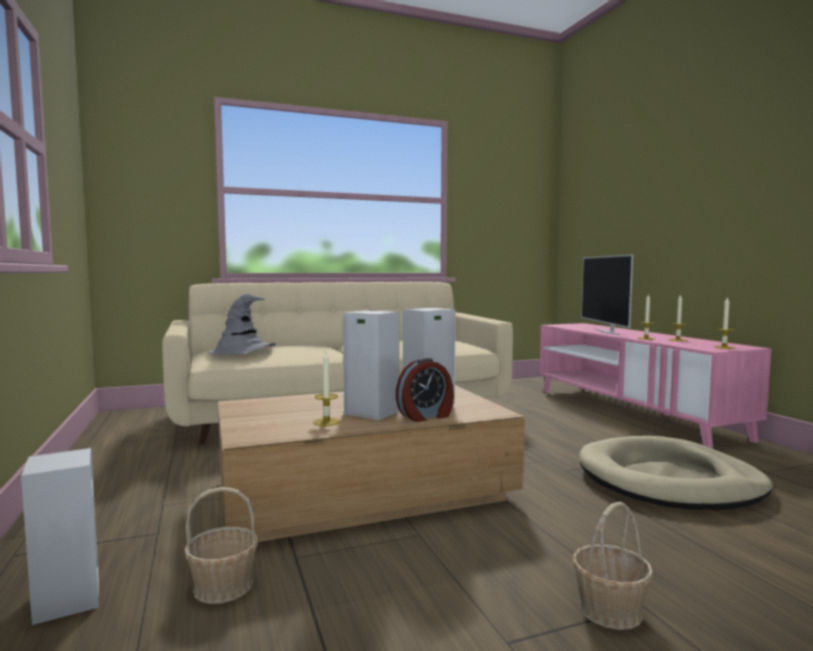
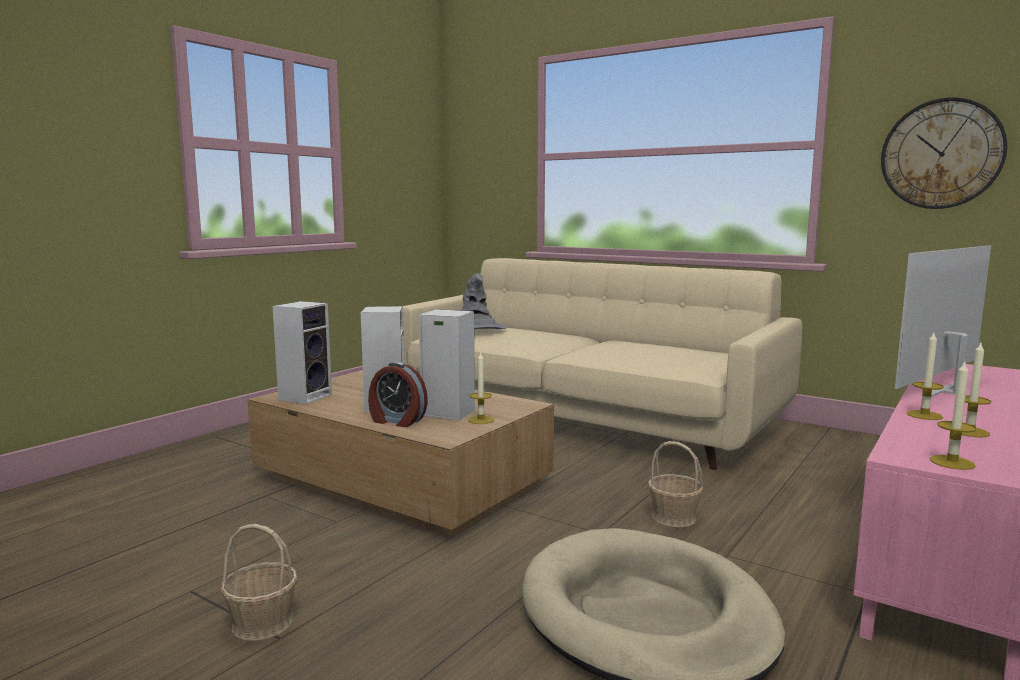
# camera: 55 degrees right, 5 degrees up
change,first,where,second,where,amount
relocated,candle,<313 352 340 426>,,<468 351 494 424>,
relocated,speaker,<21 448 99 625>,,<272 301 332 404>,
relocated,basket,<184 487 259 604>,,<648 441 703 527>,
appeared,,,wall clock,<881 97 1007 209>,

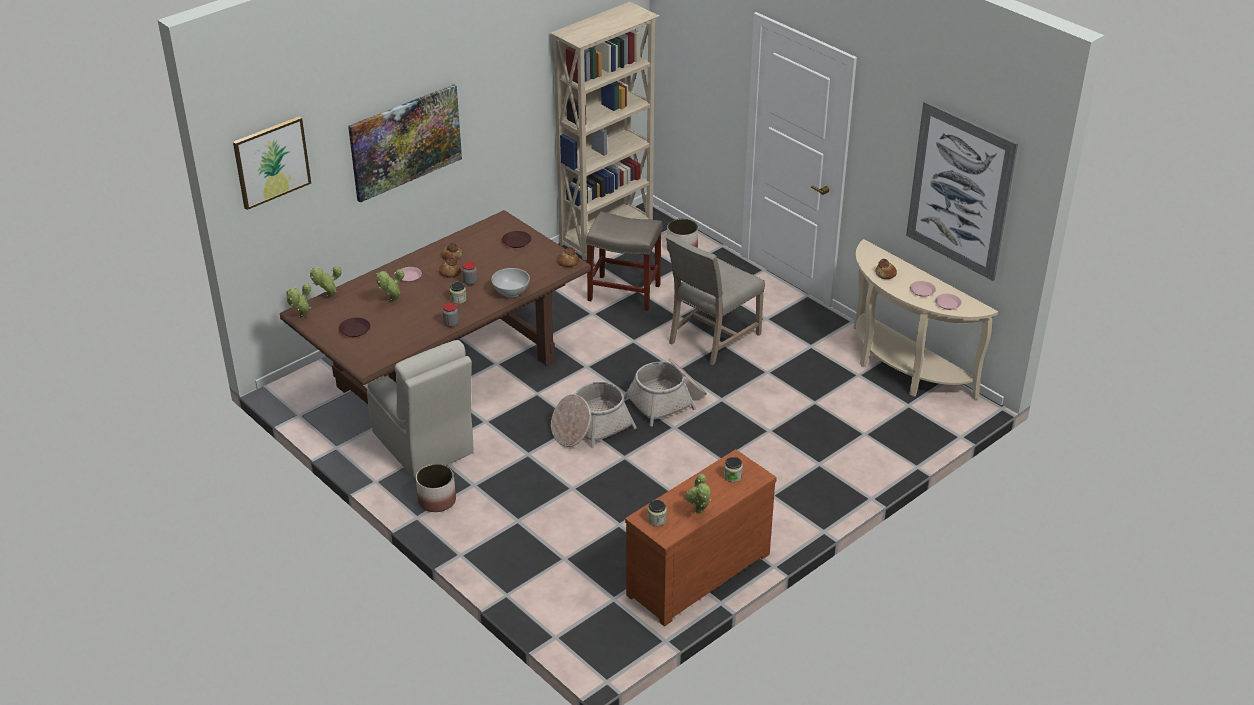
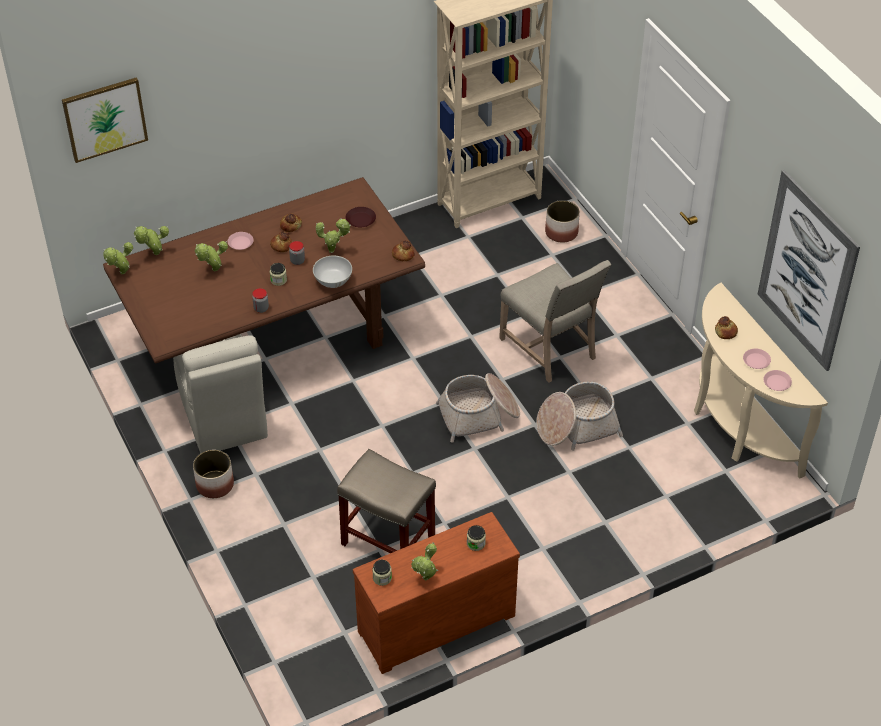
# camera: 15 degrees right, 10 degrees up
change,first,where,second,where,amount
missing,picture,<348 84 462 203>,,,
relocated,beige stool,<586 212 662 311>,,<337 449 436 553>,
spun,beige chair,<666 234 765 365>,,<499 260 611 382>,90 degrees counterclockwise
missing,brown plate,<339 318 371 337>,,,
relocated,basket,<551 382 637 448>,,<536 382 623 451>,
appeared,,,potted plant,<316 218 351 253>,

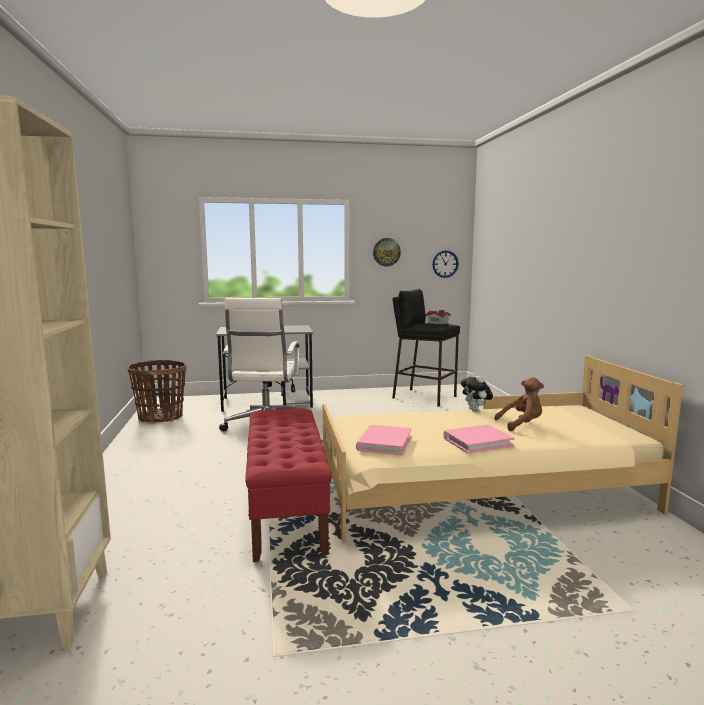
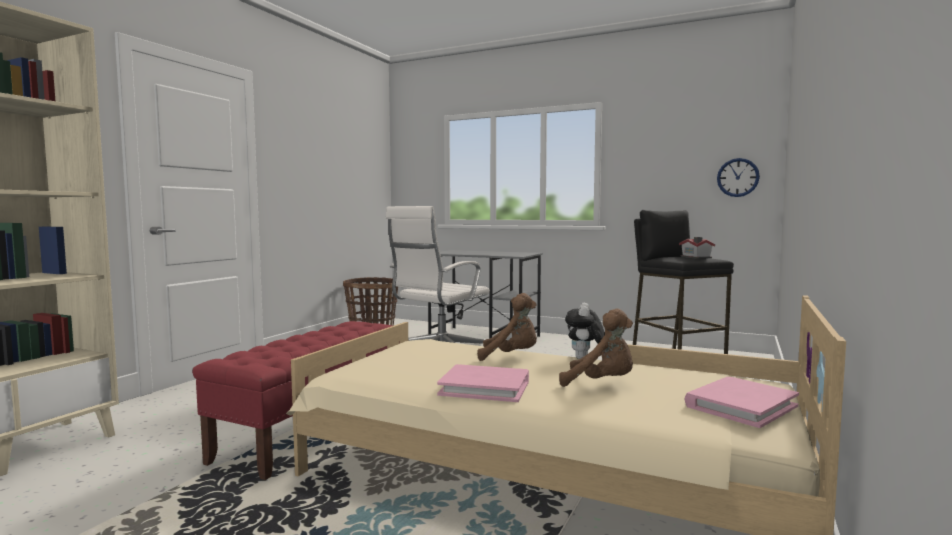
# camera: 35 degrees right, 5 degrees down
change,first,where,second,where,amount
missing,wall clock,<373 238 401 266>,,,
relocated,pink book,<356 425 411 455>,,<685 377 799 428>,
appeared,,,brown plush toy,<477 293 537 361>,

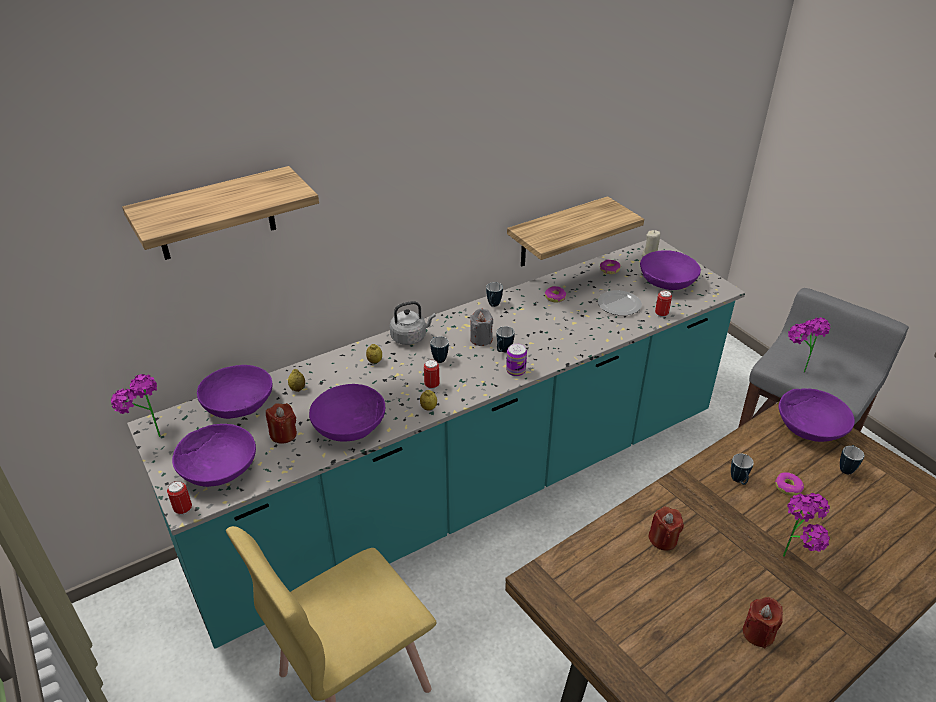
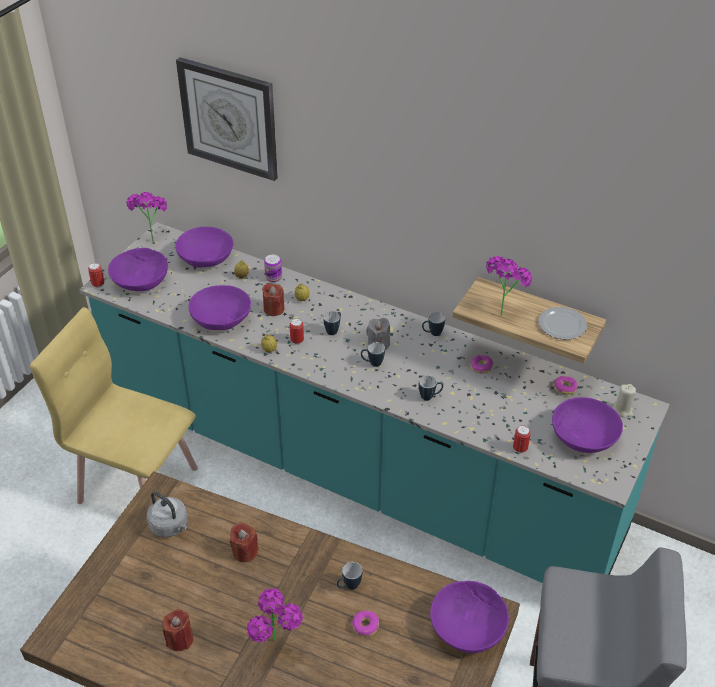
# camera: 60 degrees right, 5 degrees up
change,first,where,second,where,amount
exchanged,shelf,<122 166 319 260>,wall clock,<176 57 278 181>,
relocated,plate,<598 290 642 316>,,<538 307 587 339>,
relocated,grey kettle,<390 301 436 345>,,<147 491 188 537>,
relocated,potted plant,<788 317 831 372>,,<486 256 532 316>,
relocated,can,<506 344 527 377>,,<264 254 282 282>,
relocated,red candle,<266 403 297 444>,,<262 283 284 316>,
relocated,mug,<840 445 864 474>,,<419 375 443 401>,

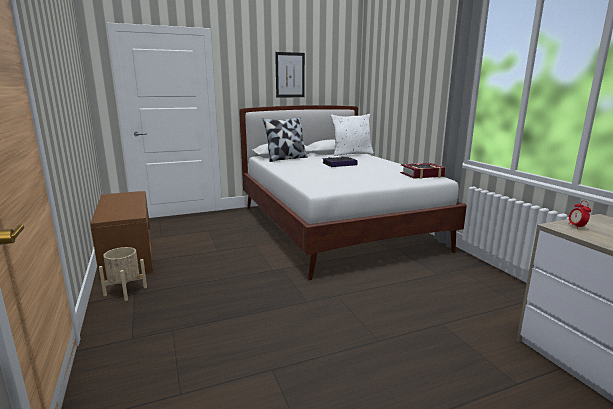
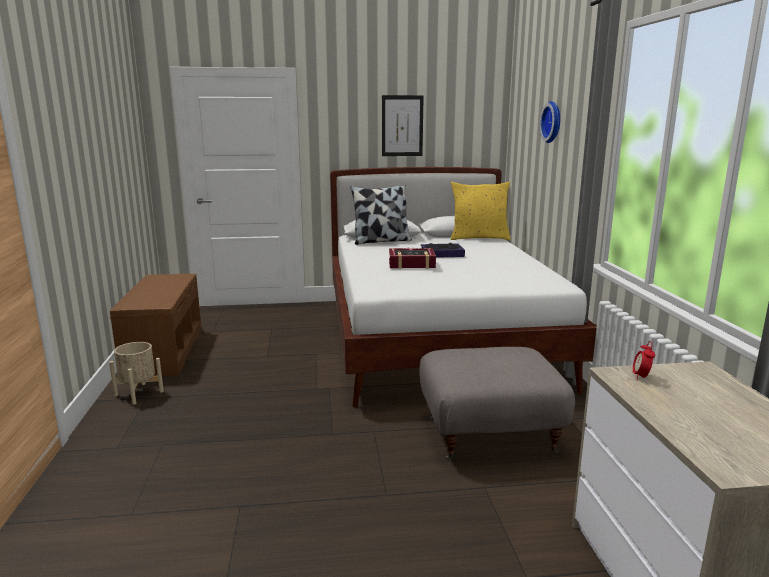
# camera: 15 degrees right, 0 degrees up
change,first,where,second,where,amount
colour,white pillow,<331 114 374 156>,yellow pillow,<451 182 511 240>,
relocated,book,<400 163 446 179>,,<389 248 436 269>,
appeared,,,wall clock,<540 101 560 143>,
appeared,,,grey ottoman,<419 347 575 460>,

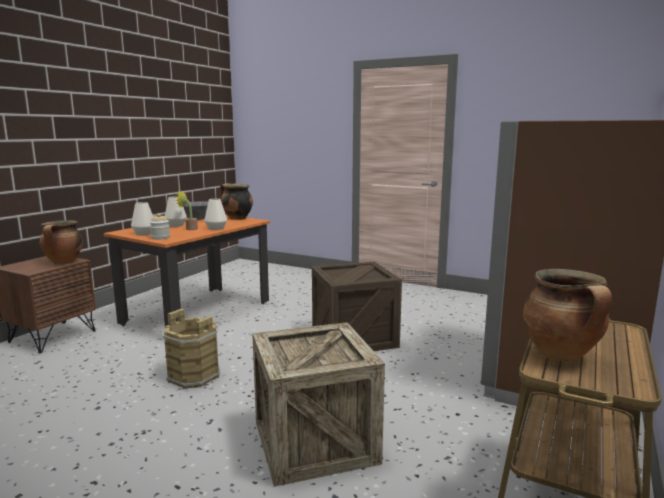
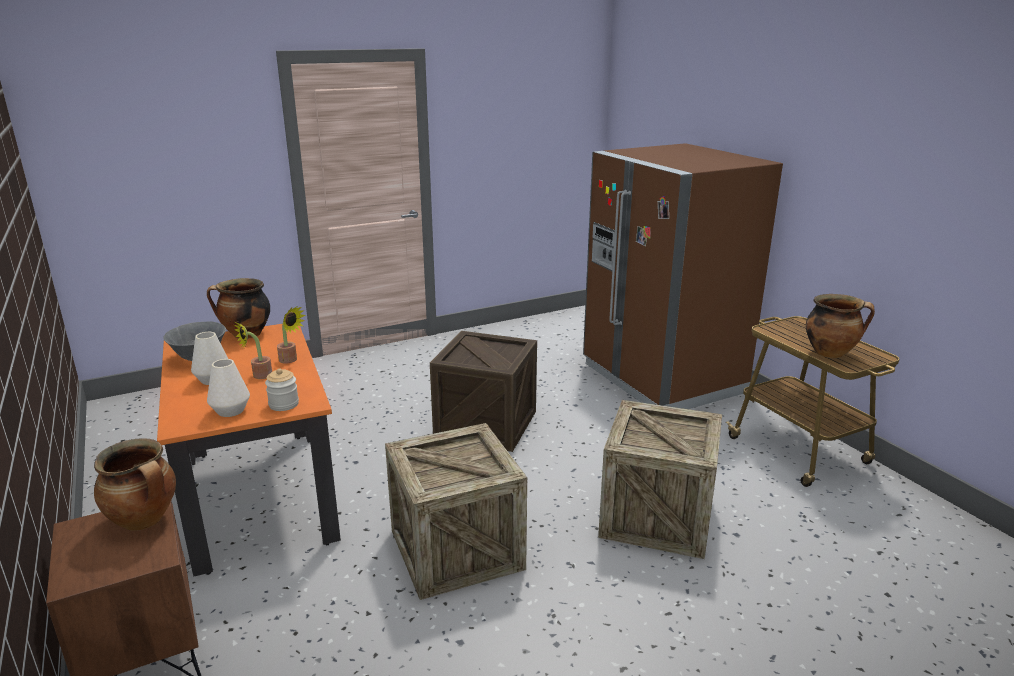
# camera: 55 degrees left, 10 degrees up
change,first,where,second,where,amount
exchanged,white vase,<204 199 227 230>,potted plant,<277 307 306 364>,
exchanged,brown bucket,<163 309 220 389>,crate,<385 423 527 600>,

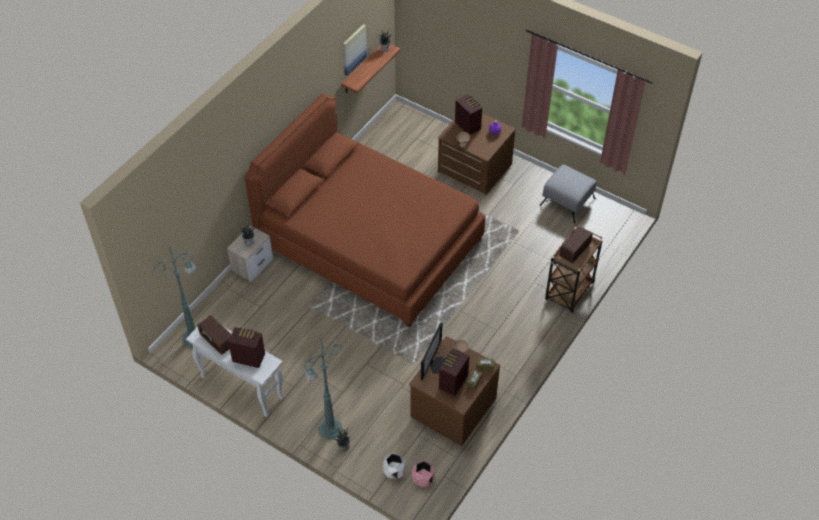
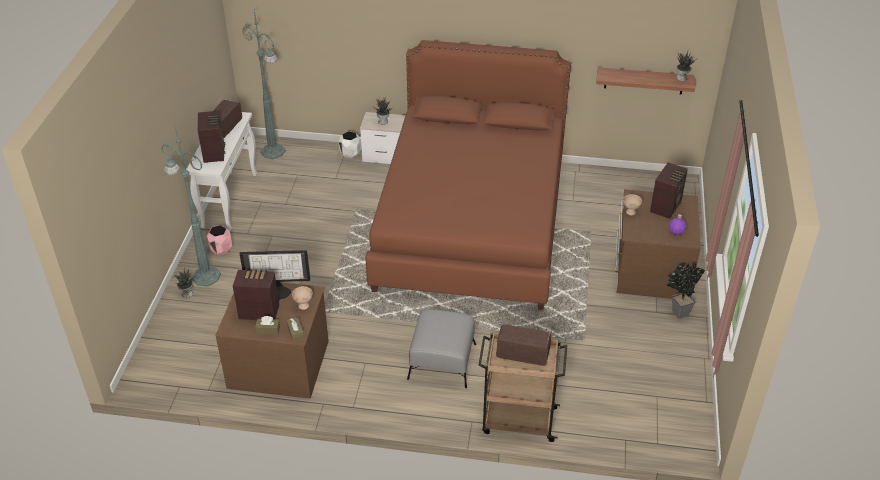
# camera: 65 degrees right, 10 degrees down
change,first,where,second,where,amount
missing,picture,<343 24 367 76>,,,
relocated,grey ottoman,<540 164 597 223>,,<407 309 476 388>,
relocated,white planter,<383 453 406 479>,,<339 131 361 158>,
relocated,pink planter,<412 461 435 487>,,<207 225 232 255>,
appeared,,,potted plant,<667 263 705 318>,

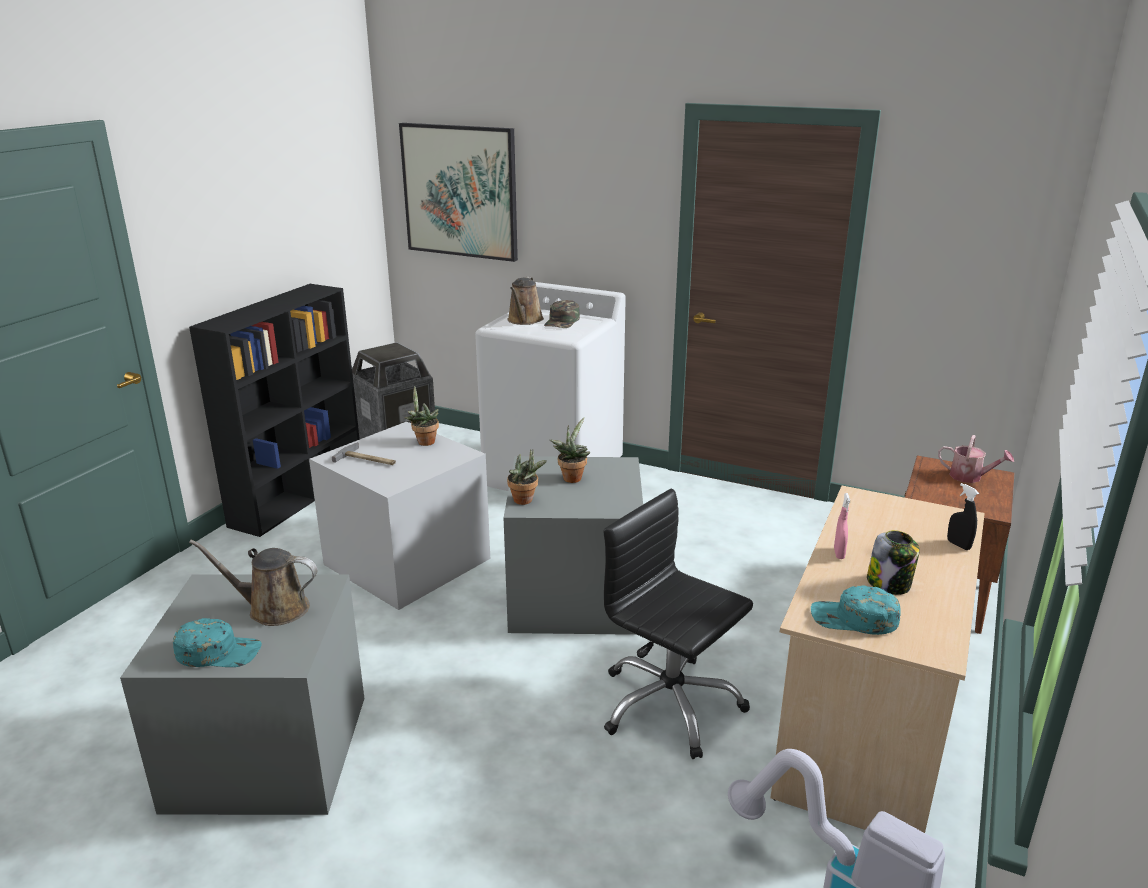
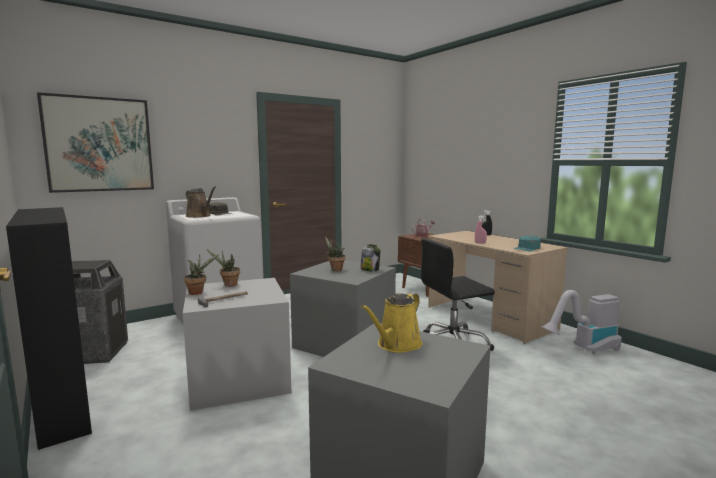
# camera: 60 degrees left, 15 degrees down
change,first,where,second,where,amount
relocated,potted plant,<507 449 547 505>,,<184 254 219 295>,
relocated,jar,<867 530 920 595>,,<360 244 381 271>,
colour,brown watering can,<189 540 318 626>,yellow watering can,<361 293 422 353>,
missing,turquoise cap,<173 618 262 667>,,,

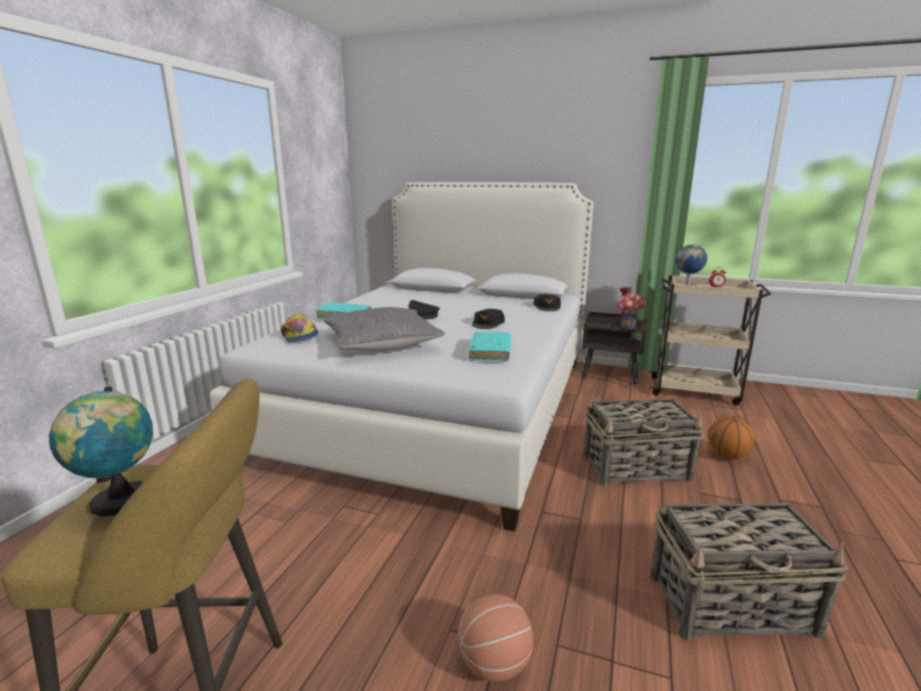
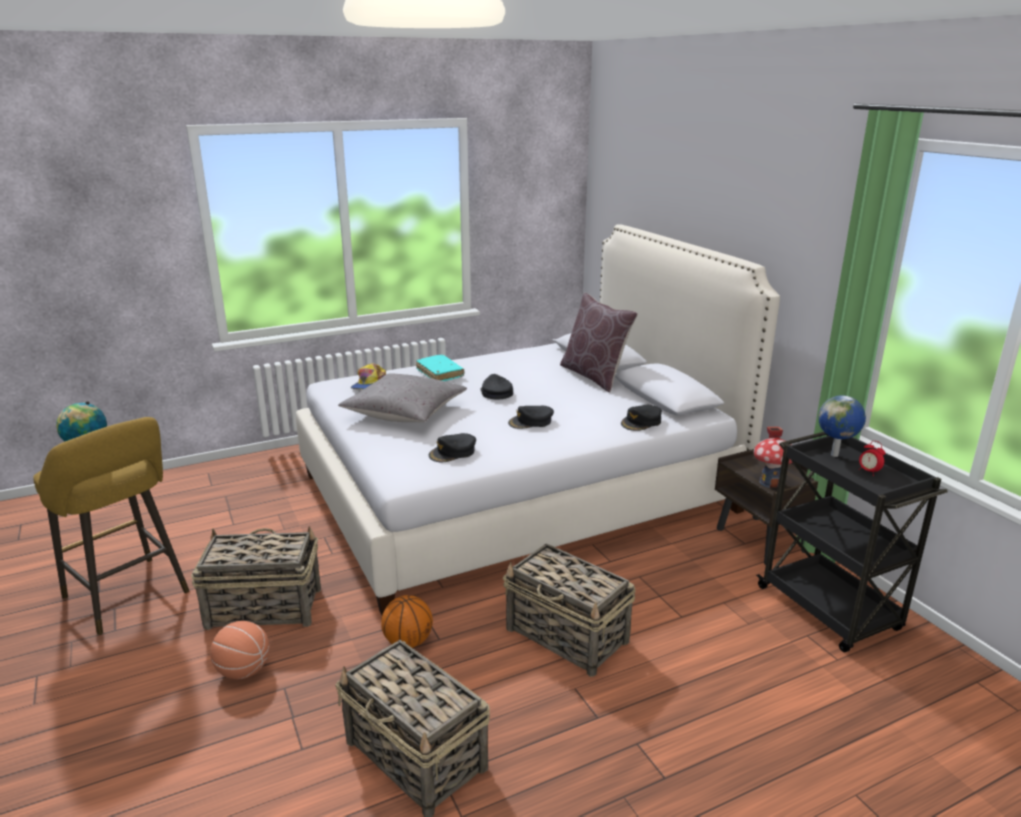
# camera: 45 degrees right, 5 degrees up
change,first,where,second,where,amount
colour,beige cart,<649 275 771 405>,black cart,<756 432 948 652>,
exchanged,turquoise book,<468 332 511 361>,black cap,<429 433 476 462>,
relocated,basketball,<708 417 755 459>,,<381 595 433 648>,
appeared,,,brown pillow,<560 293 638 392>,
appeared,,,basket,<191 526 321 630>,

